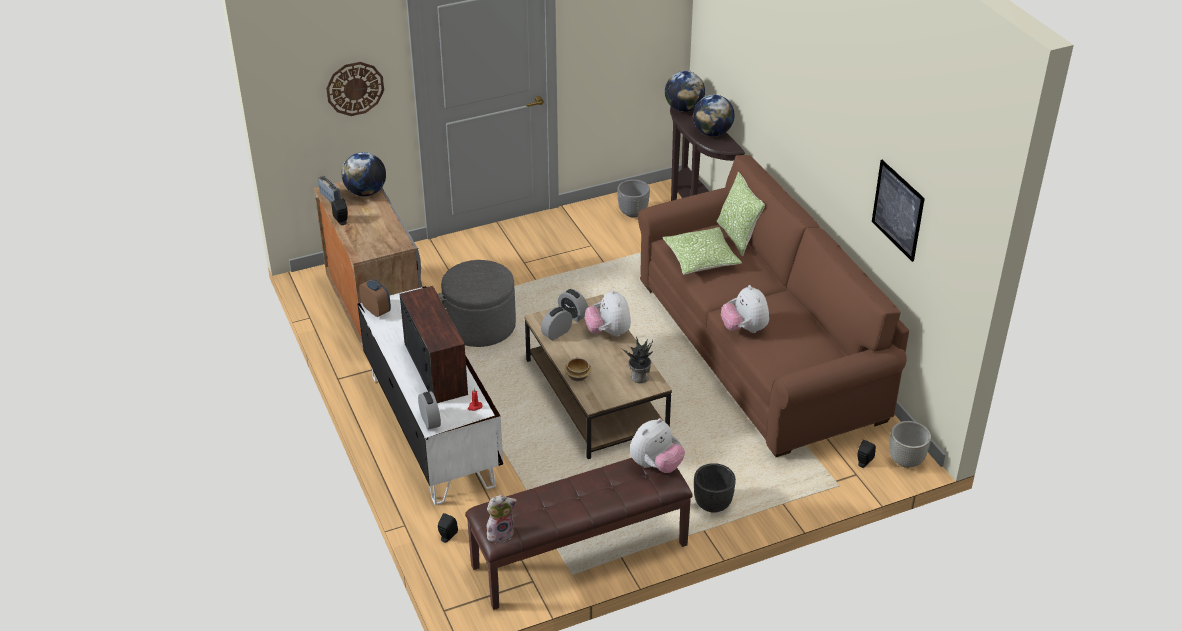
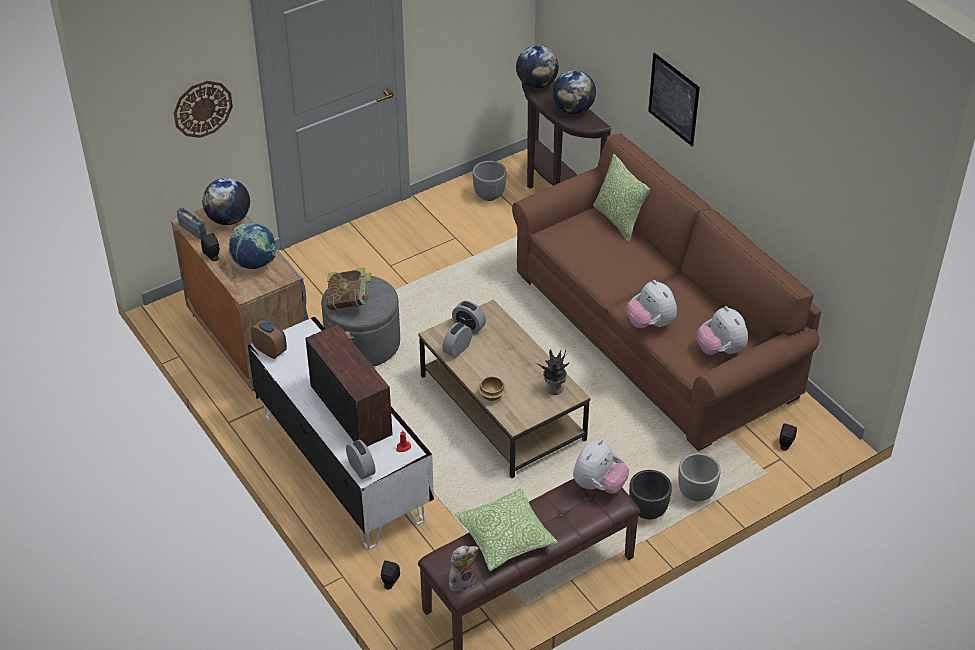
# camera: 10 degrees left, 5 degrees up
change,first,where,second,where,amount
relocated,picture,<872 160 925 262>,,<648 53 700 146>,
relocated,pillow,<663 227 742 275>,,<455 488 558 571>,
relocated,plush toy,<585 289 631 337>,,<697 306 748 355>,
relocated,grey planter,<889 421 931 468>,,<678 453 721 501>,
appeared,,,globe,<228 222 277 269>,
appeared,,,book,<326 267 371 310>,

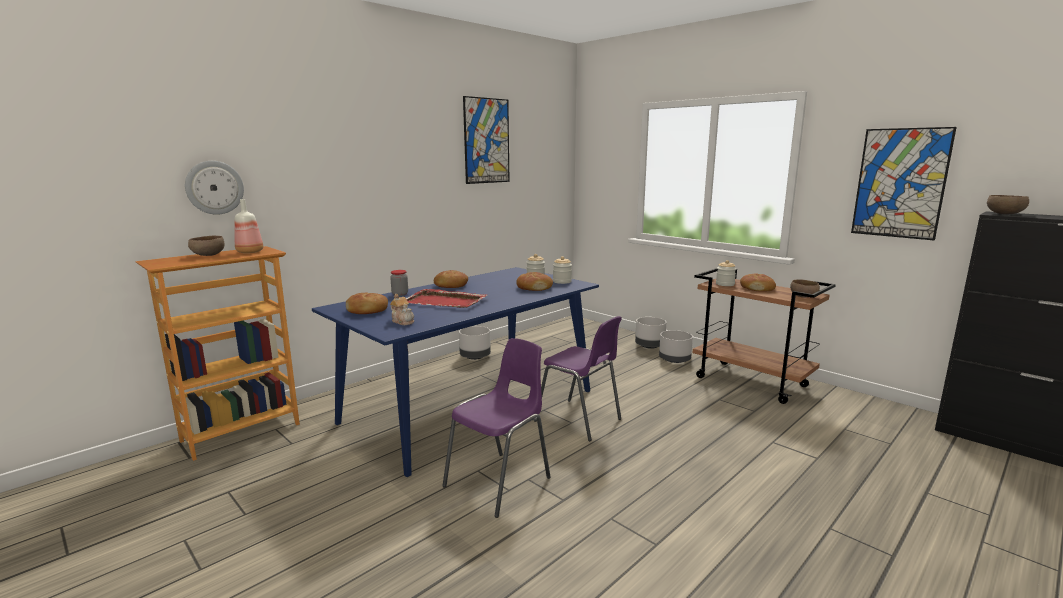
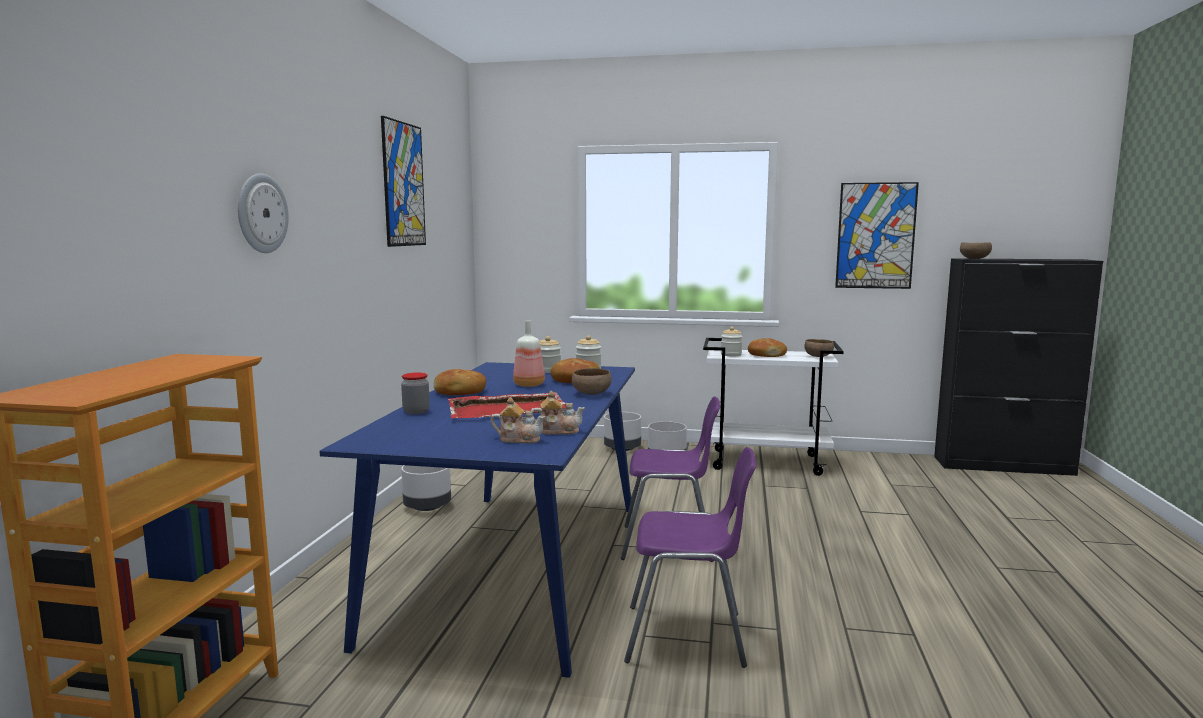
# camera: 35 degrees left, 5 degrees down
change,first,where,second,where,amount
relocated,wall clock,<185 161 244 215>,,<238 173 289 253>,
relocated,bottle,<235 199 263 253>,,<513 320 545 387>,
relocated,brown bowl,<188 236 225 256>,,<572 368 611 395>,
colour,brown cart,<693 268 836 404>,white cart,<703 338 844 476>,
missing,bread,<346 293 388 314>,,,
spun,purple chair,<443 338 550 518>,,<624 447 756 668>,90 degrees clockwise
appeared,,,teapot,<531 391 585 435>,

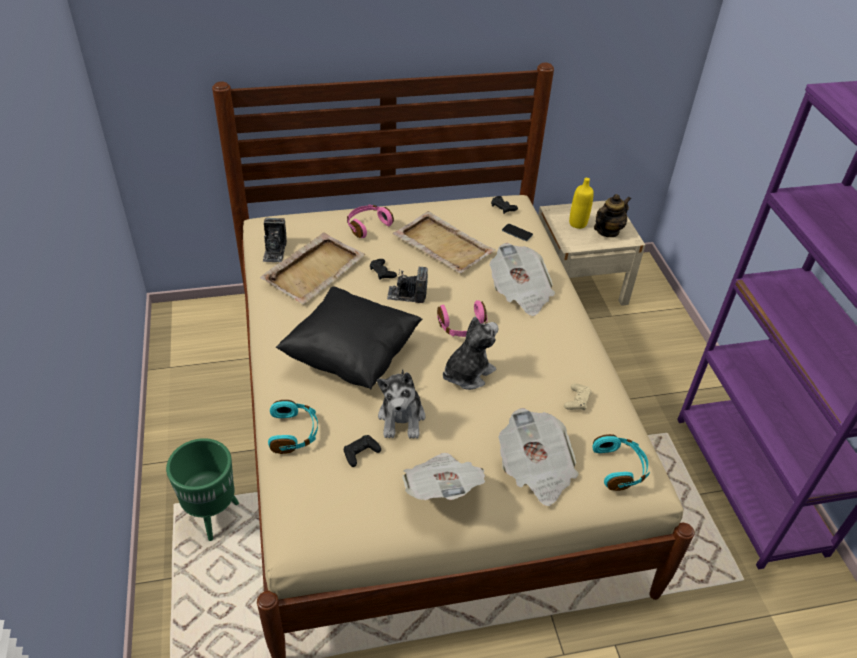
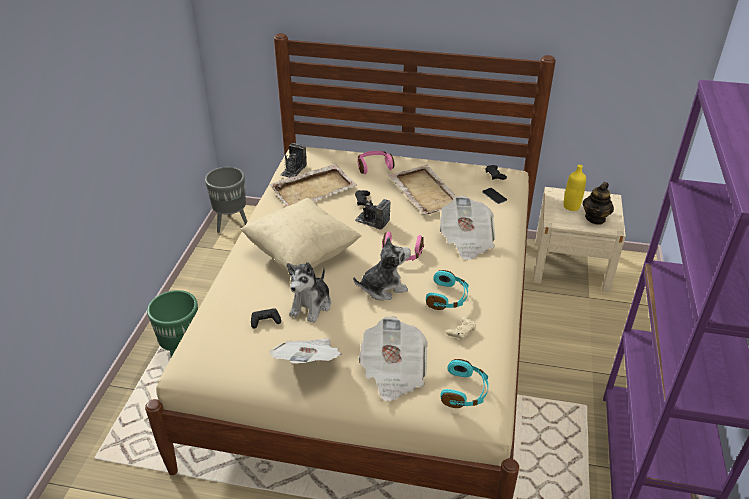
# camera: 25 degrees right, 5 degrees down
change,first,where,second,where,amount
spun,teapot,<594 194 631 237>,,<583 182 614 224>,135 degrees clockwise
colour,black pillow,<276 286 422 390>,beige pillow,<240 198 361 275>,
relocated,turquoise headphones,<268 400 318 454>,,<426 270 469 310>,
appeared,,,grey planter,<205 167 248 233>,

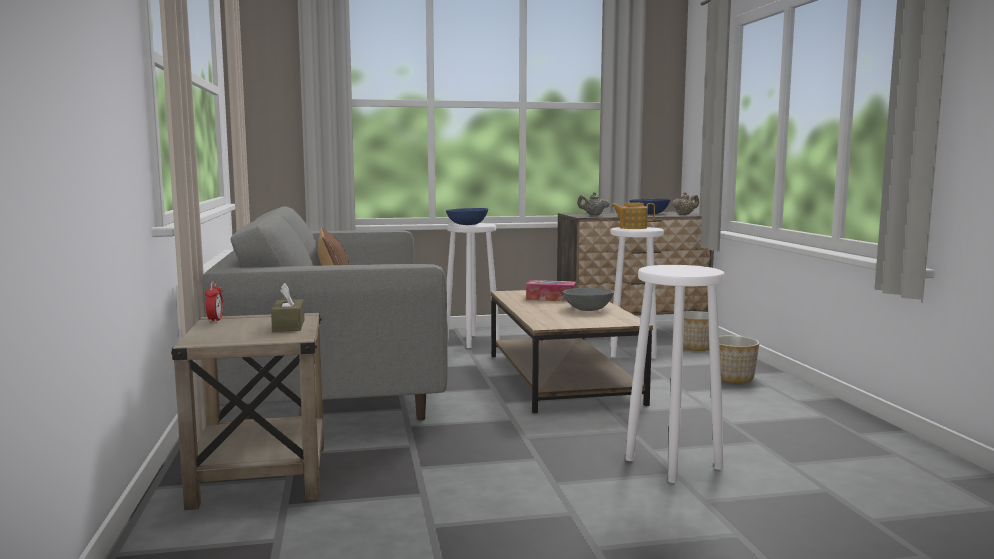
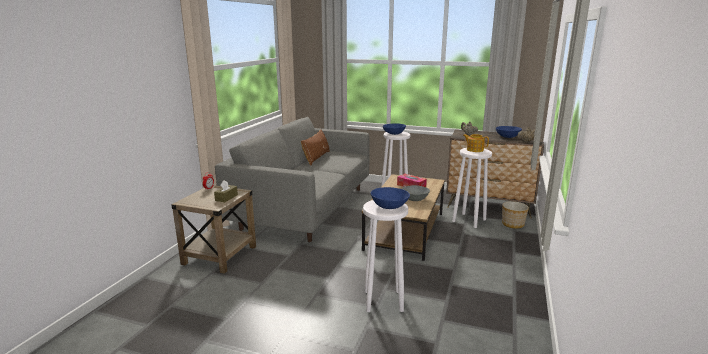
# camera: 30 degrees right, 10 degrees up
change,first,where,second,where,amount
missing,planter,<719 336 759 383>,,,
appeared,,,blue bowl,<370 187 410 209>,

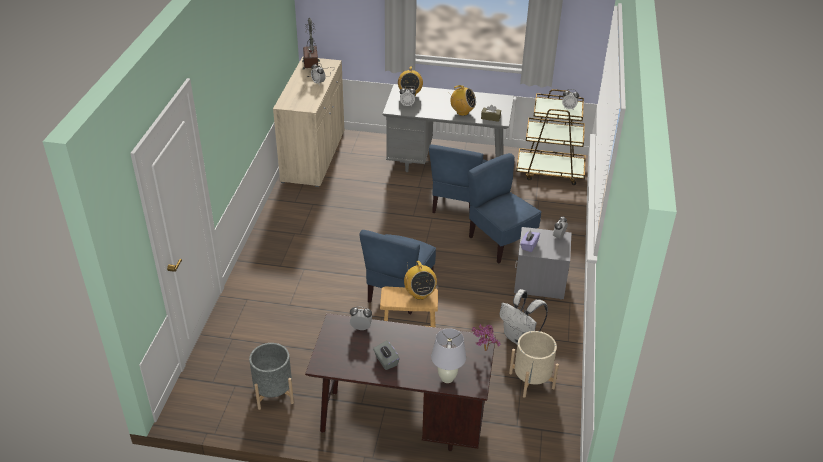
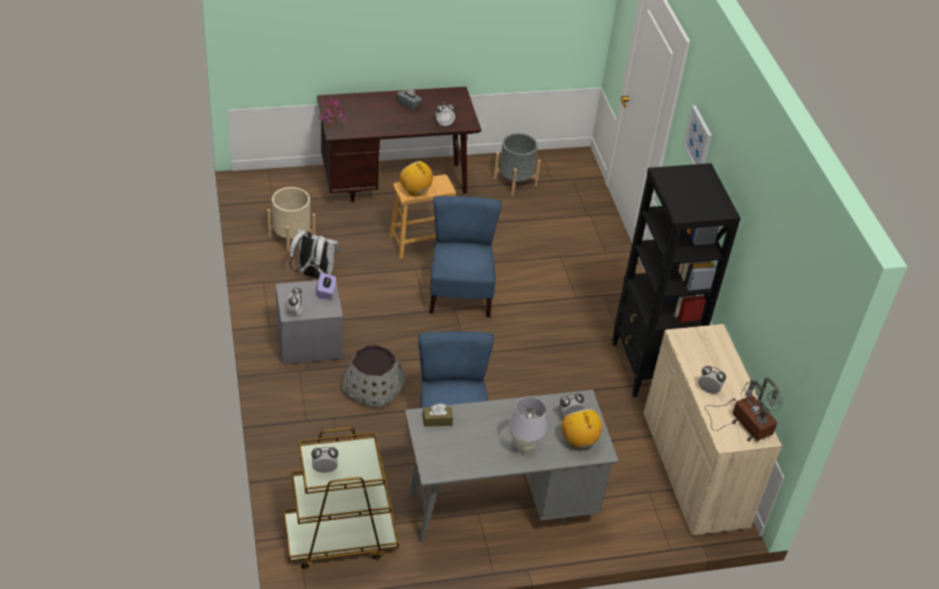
# camera: 155 degrees right, 5 degrees up
change,first,where,second,where,amount
missing,radio,<449 85 476 116>,,,
exchanged,blue chair,<468 153 541 264>,grey planter,<341 345 405 408>,
relocated,white table lamp,<431 328 466 383>,,<509 396 547 454>,
appeared,,,picture,<683 105 712 165>,
appeared,,,black bookcase,<612 163 741 397>,

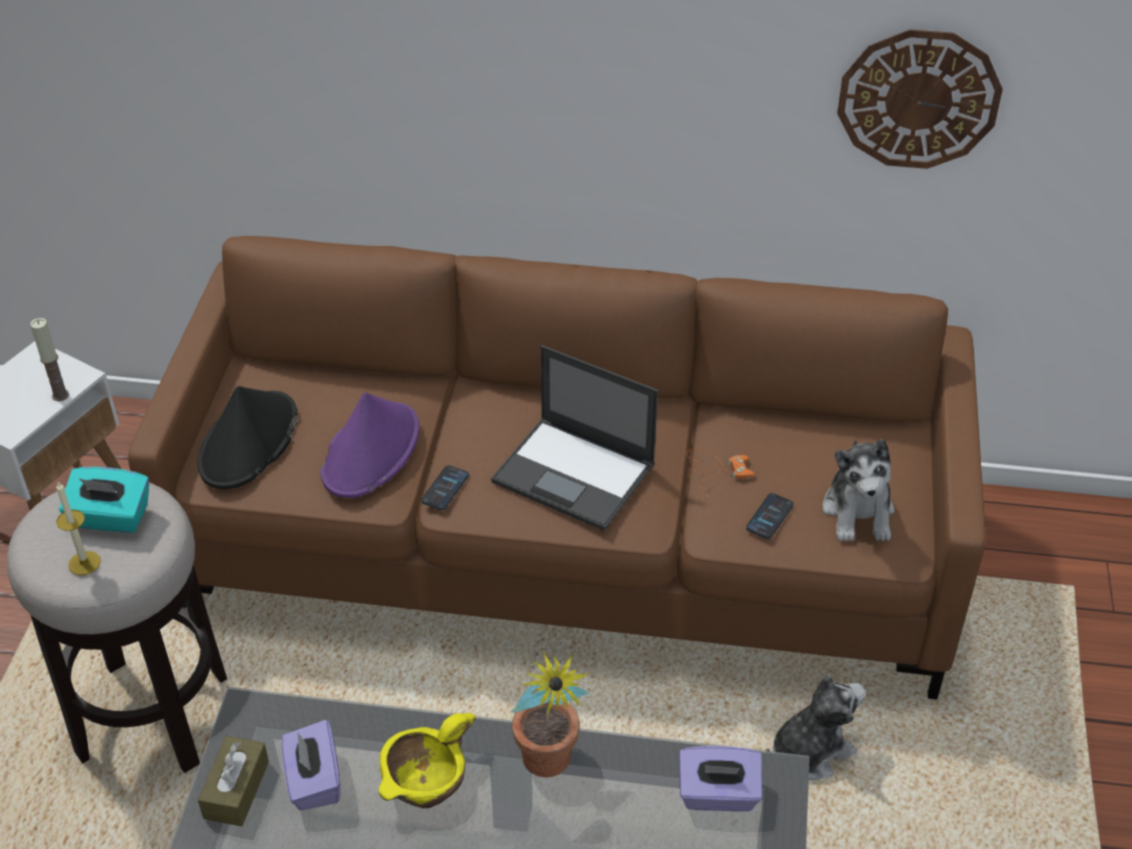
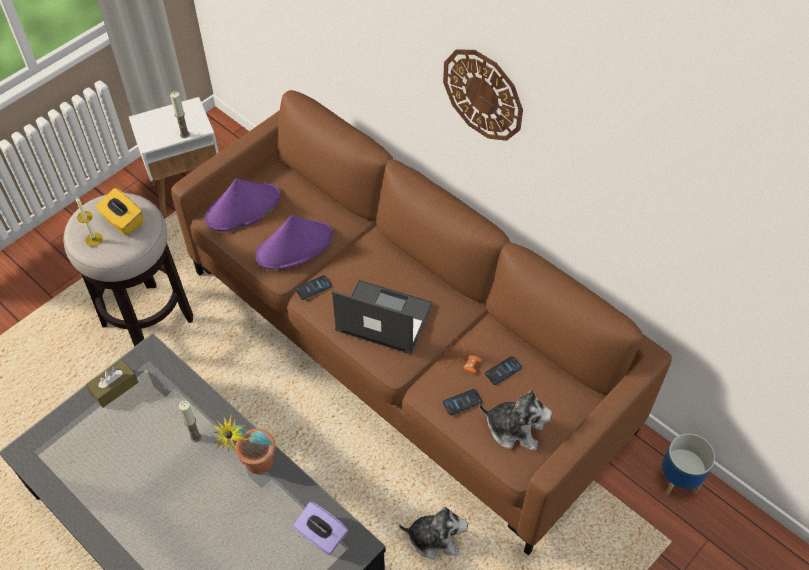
# camera: 35 degrees right, 10 degrees up
change,first,where,second,where,amount
relocated,wall clock,<837 29 1003 169>,,<443 50 523 141>,
spun,laptop,<491 345 658 531>,,<332 280 433 354>,135 degrees clockwise
colour,black hat,<197 386 298 489>,purple hat,<205 179 280 232>,
spun,plush toy,<823 439 895 542>,,<479 390 552 451>,105 degrees counterclockwise
colour,turquoise tissue box,<59 467 149 533>,yellow tissue box,<96 188 143 235>,
exchanged,yellow bowl,<378 713 476 808>,candle,<179 401 202 442>,
missing,purple tissue box,<281 720 341 810>,,,
appeared,,,phone,<485 356 522 385>,
appeared,,,planter,<660 433 715 495>,

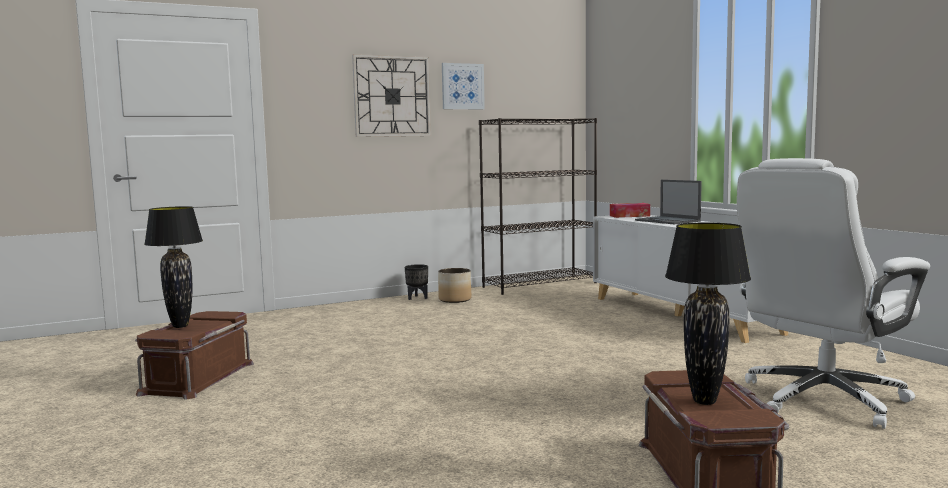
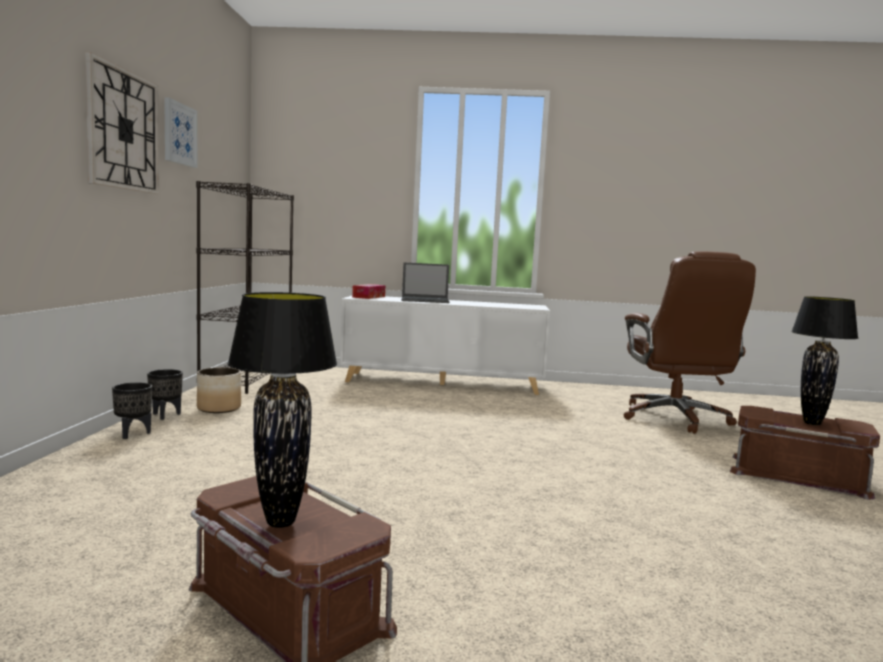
# camera: 60 degrees left, 0 degrees up
change,first,where,second,where,amount
colour,white office chair,<737 158 930 429>,brown office chair,<623 251 756 434>,
appeared,,,black planter,<112 383 152 439>,

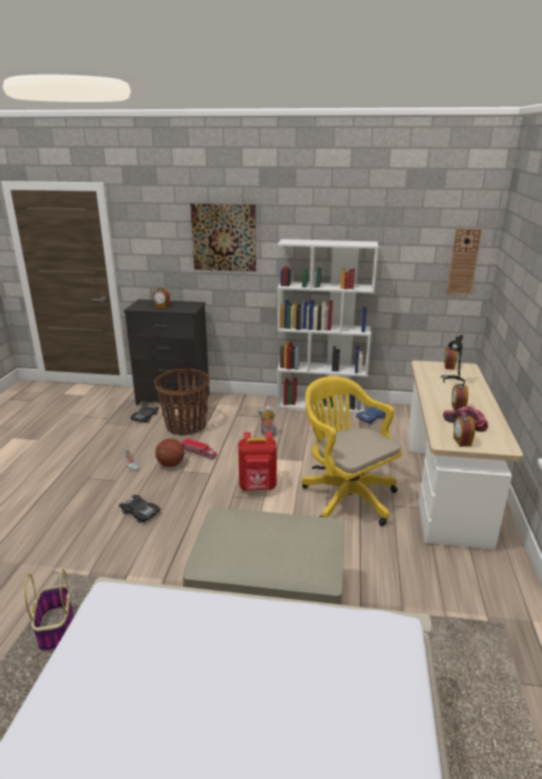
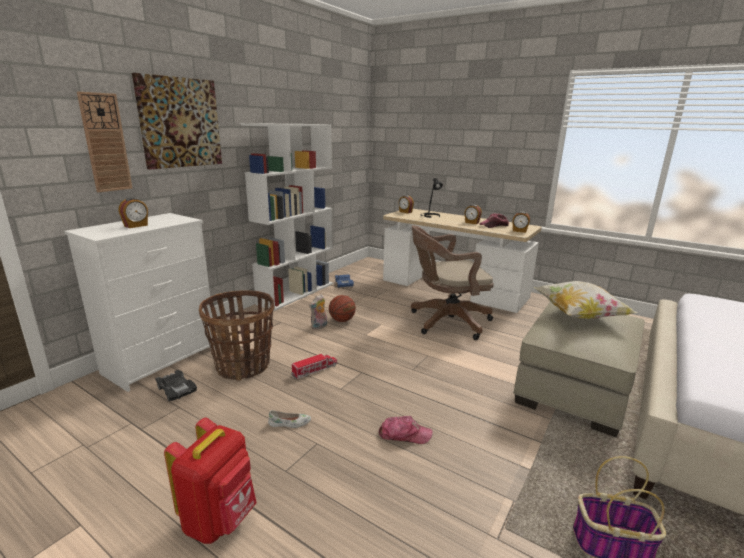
# camera: 65 degrees left, 5 degrees down
change,first,where,second,where,amount
relocated,wall clock,<447 228 482 295>,,<77 92 133 192>,
colour,black dresser,<124 299 209 405>,white dresser,<64 213 215 392>,
colour,yellow office chair,<301 376 402 526>,brown office chair,<411 225 494 340>,
relocated,red backpack,<238 432 277 490>,,<164 418 257 544>,
relocated,basketball,<155 438 184 467>,,<329 295 356 322>,
exchanged,black toy car,<119 495 161 523>,cap,<379 416 433 444>,
appeared,,,pillow,<534 281 637 319>,

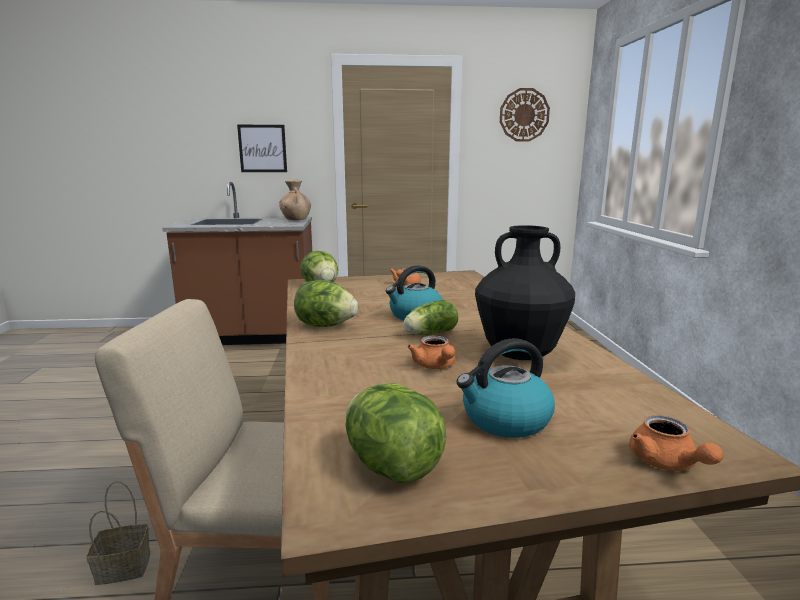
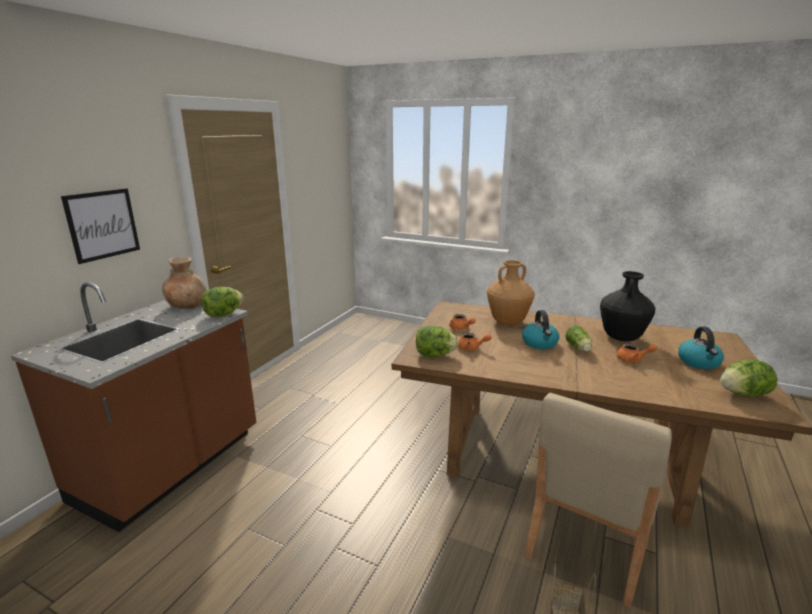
# camera: 60 degrees left, 5 degrees up
change,first,where,second,where,amount
missing,wall clock,<500 88 550 142>,,,
relocated,lettuce,<294 280 358 327>,,<201 287 243 317>,
relocated,orange teapot,<629 415 723 471>,,<458 333 492 351>,
appeared,,,brown vase,<487 260 535 325>,

